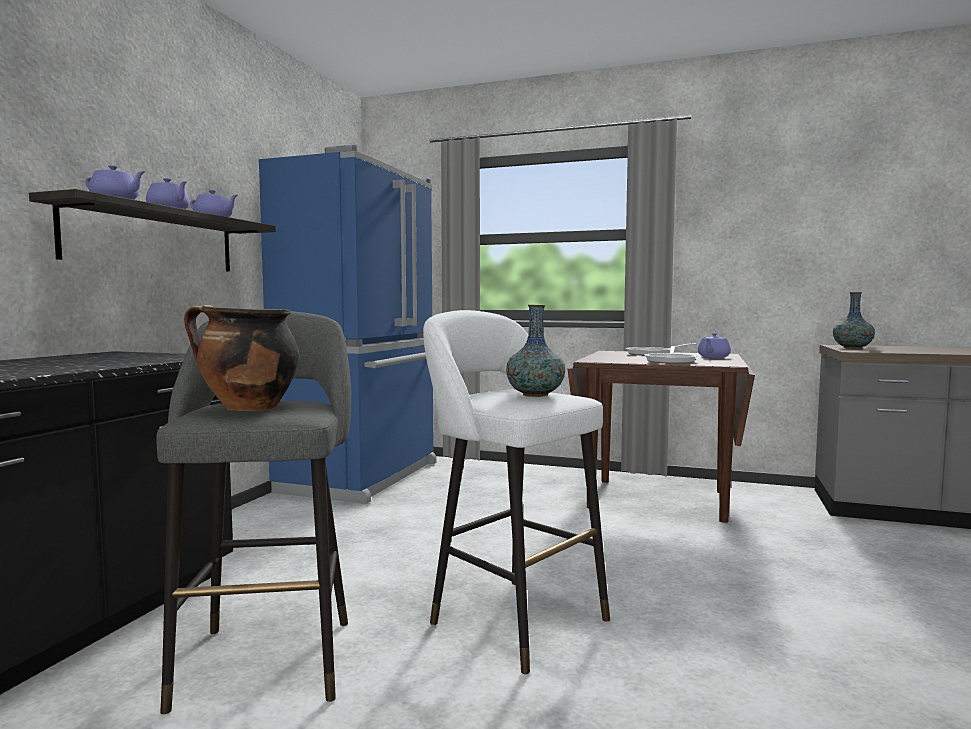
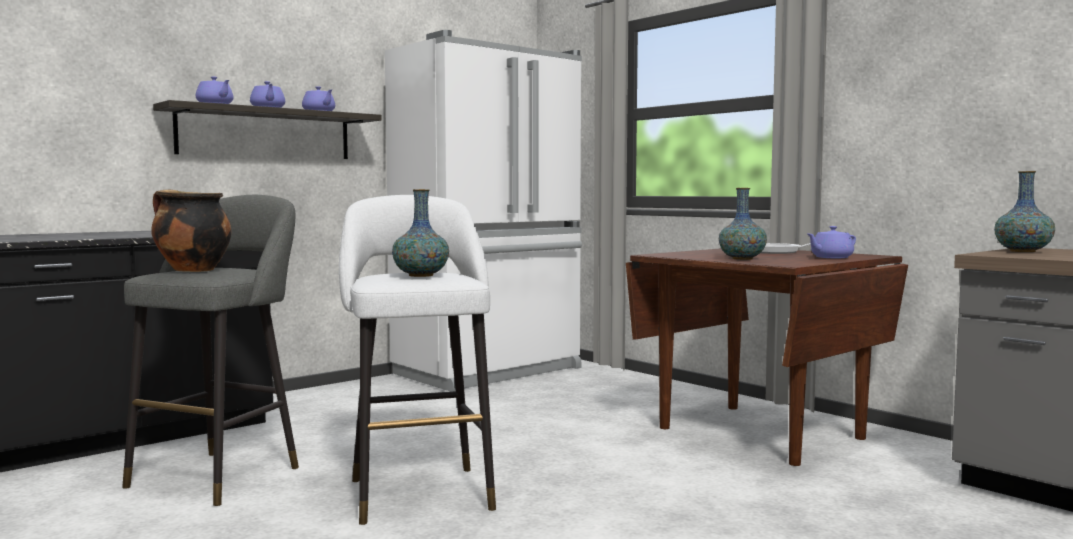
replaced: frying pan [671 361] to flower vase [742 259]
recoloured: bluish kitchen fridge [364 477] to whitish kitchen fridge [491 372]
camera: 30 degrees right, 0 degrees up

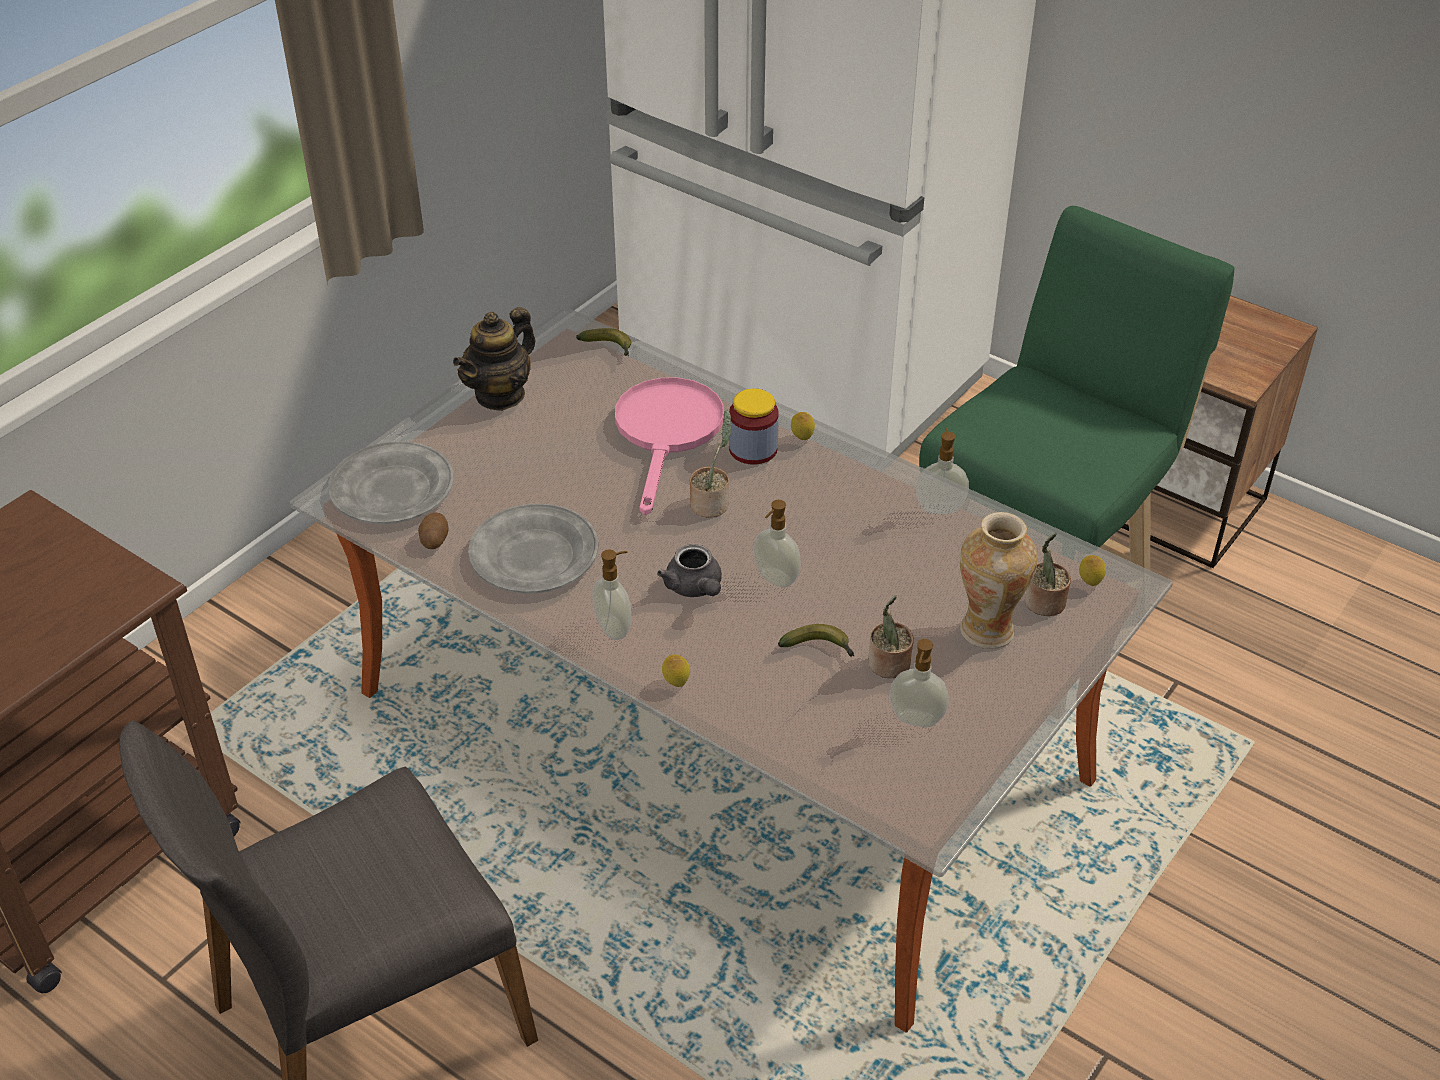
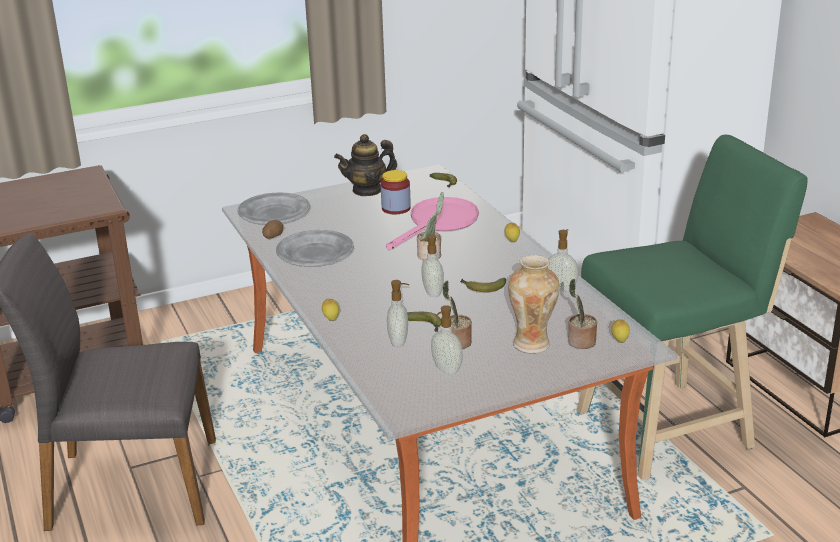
removed: greyish tea pot [695 588]
added: banana [482 288]
moved: soap dispenser [614 628] to [399 341]; jar [753 449] to [396 208]
camera: 30 degrees right, 15 degrees down

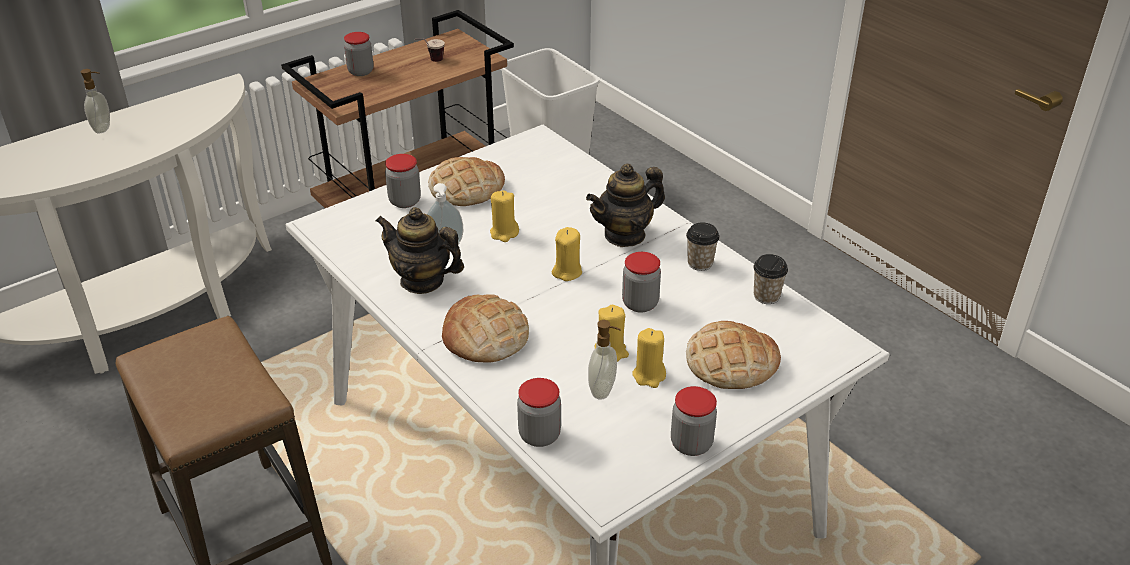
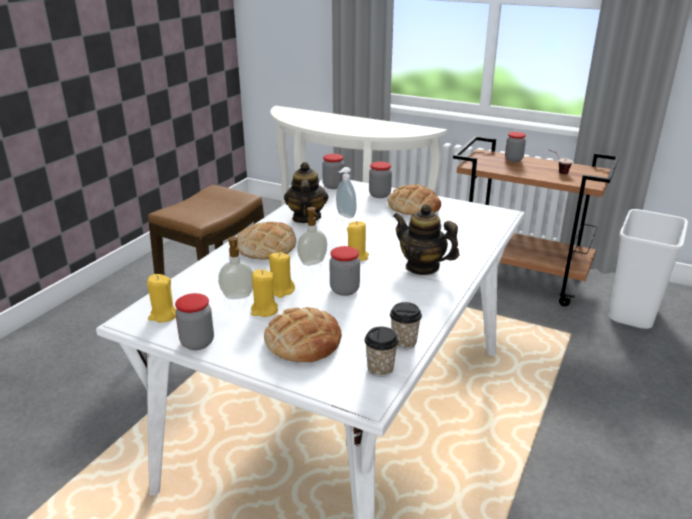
moved: soap dispenser [103 128] to [313 263]; yellow wax light [504 233] to [163 315]; jar [539 435] to [333 186]; cup [700 263] to [380 369]
camera: 65 degrees right, 10 degrees down

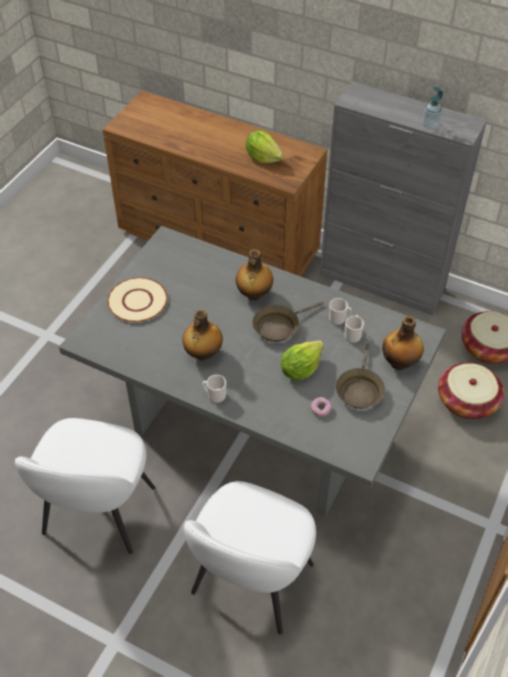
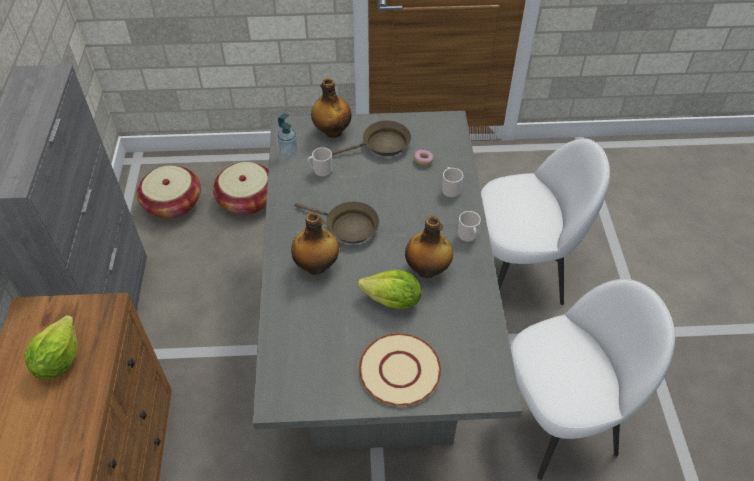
moved: lettuce [300 369] to [392 301]; mug [339 319] to [450 189]; soap dispenser [430 125] to [288 151]
camera: 120 degrees left, 0 degrees up

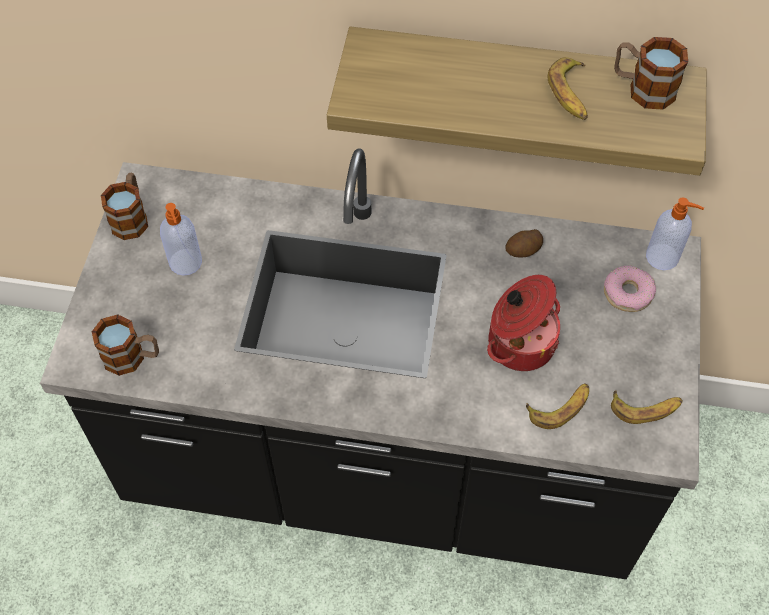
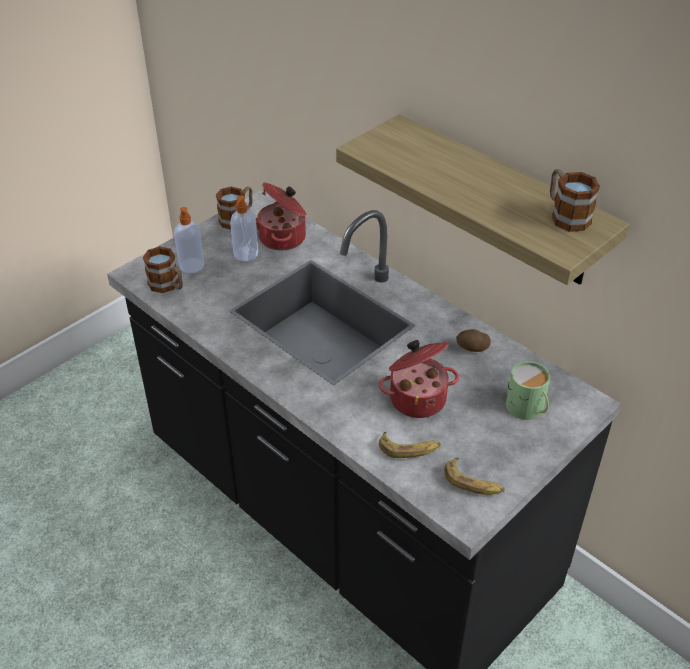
removed: banana [570 94]
added: saucepot [284 238]
moved: soap dispenser [663 257] to [192 266]
replaced: donut [627 293] to greenish mug [527 409]
camera: 35 degrees right, 15 degrees down

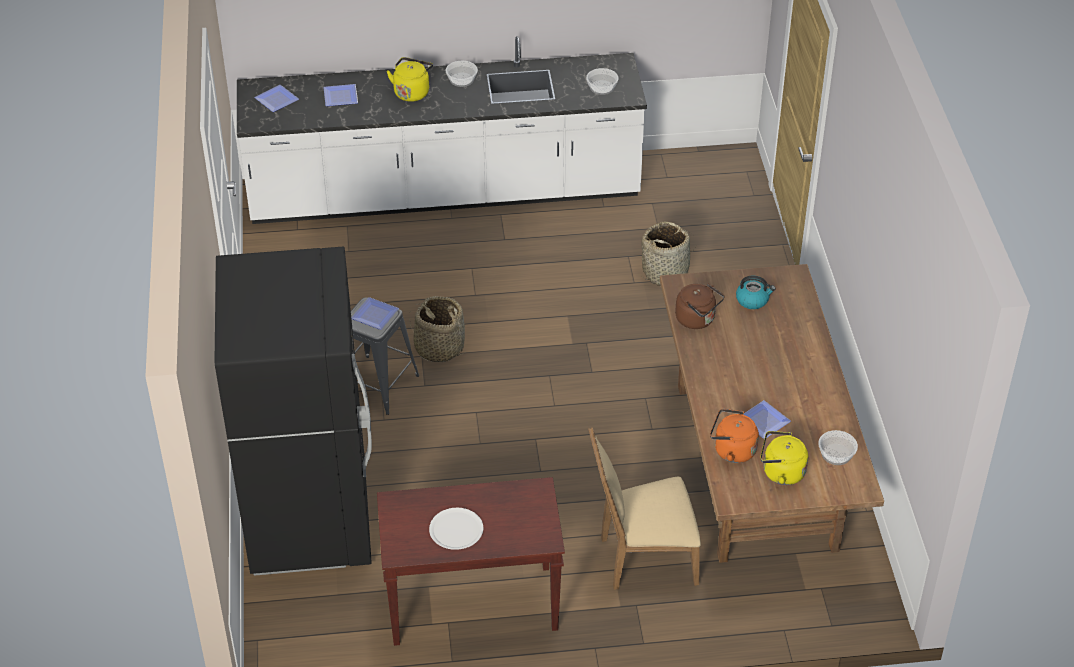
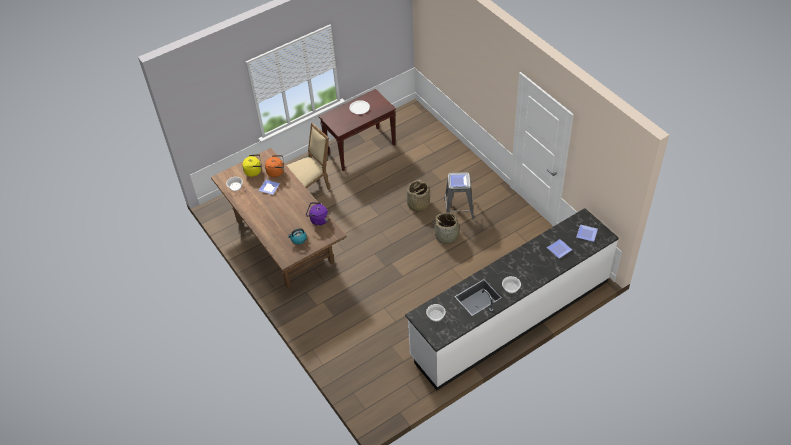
removed: blackish kitchen fridge [309 519]; yellow tea kettle [412 92]
moved: basket [665 272] to [418 204]
recoloured: brownish tea kettle [697 320] to purple tea kettle [318 220]
camera: 155 degrees right, 5 degrees up

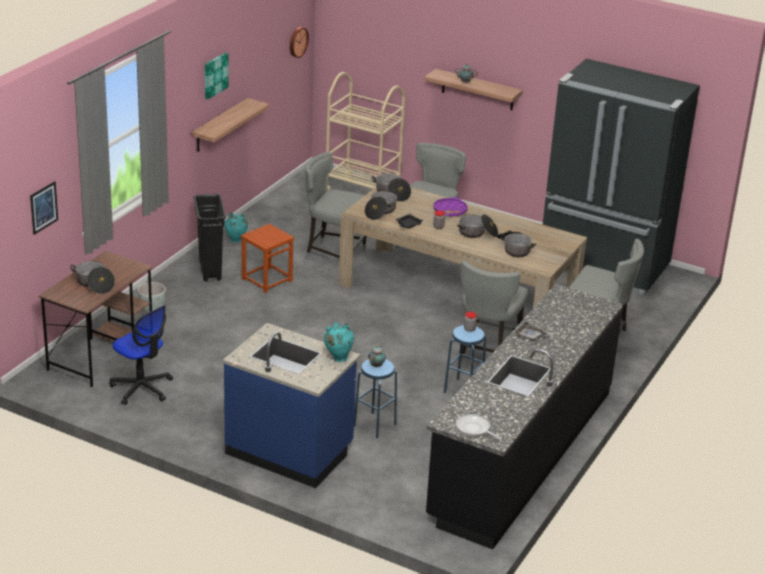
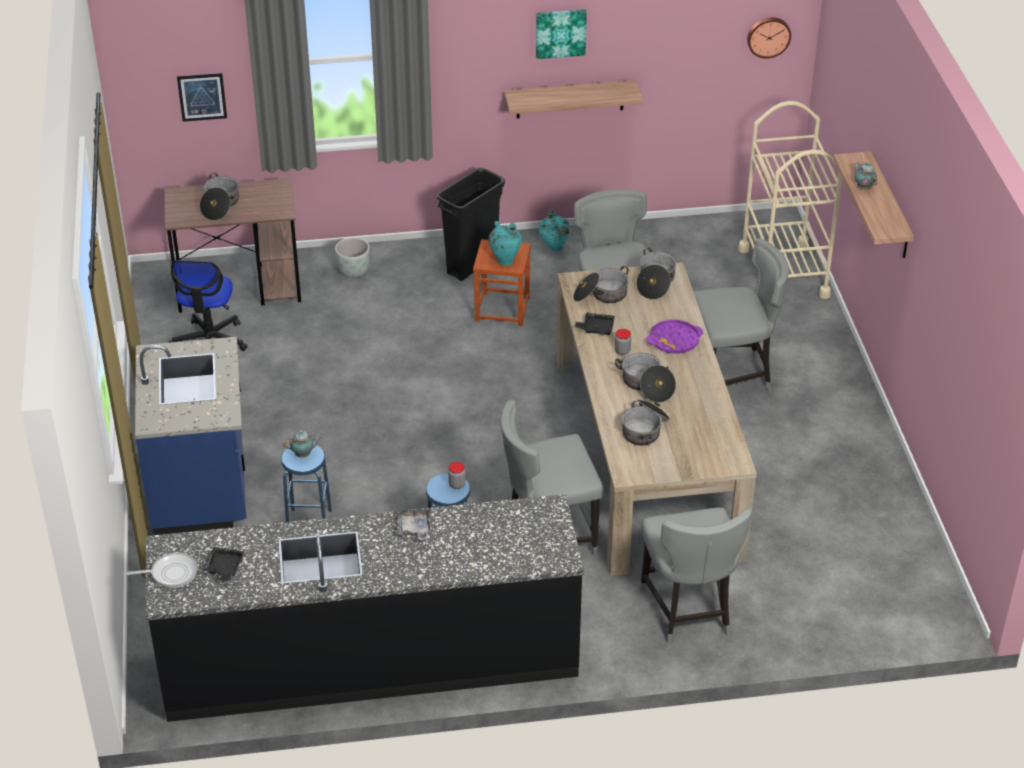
removed: blackish kitchen fridge [603 267]
added: blackish tray [224 568]
moved: blue-green flower vase [338 358] to [505 260]
turned: frying pan [474 429] = [171 573] 75 degrees clockwise
camera: 55 degrees right, 10 degrees up

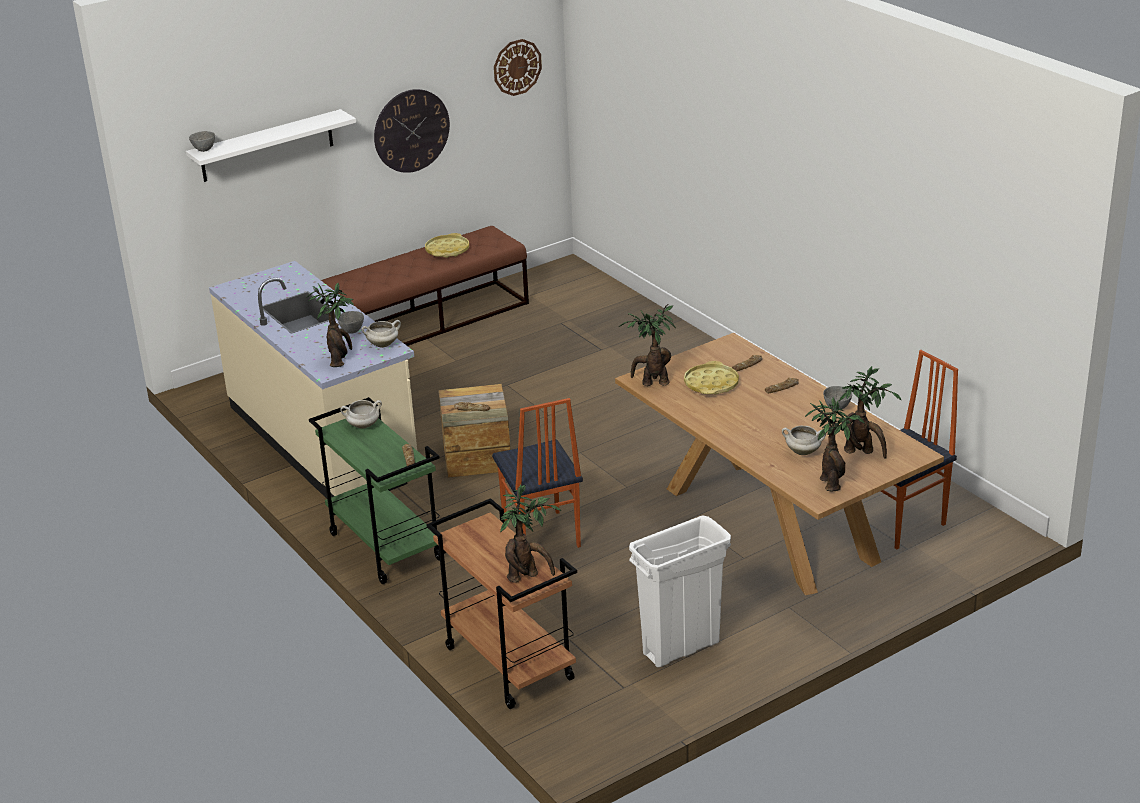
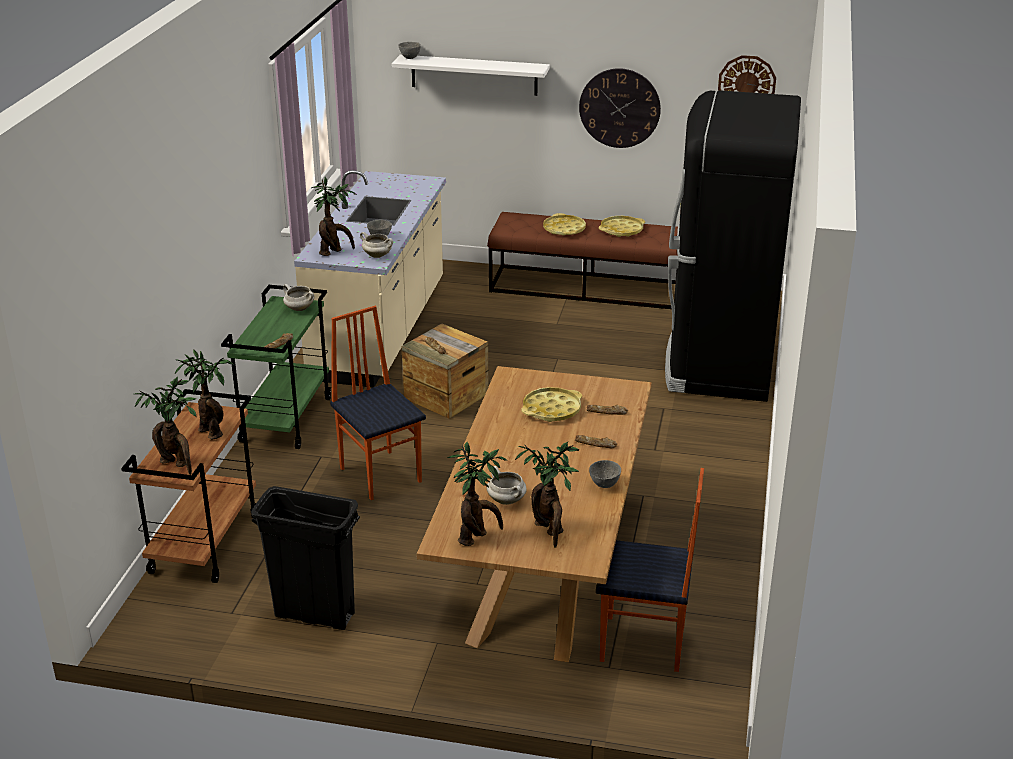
added: yellow tray [564 229]; blackish kitchen fridge [719 362]
moved: plant in a pot [652 382] to [210 431]
recoloured: whitish rubbish bin [681 647] to blackish rubbish bin [315 615]
turned: plain chair [540 536] = [381 474] 120 degrees clockwise
camera: 45 degrees right, 0 degrees up

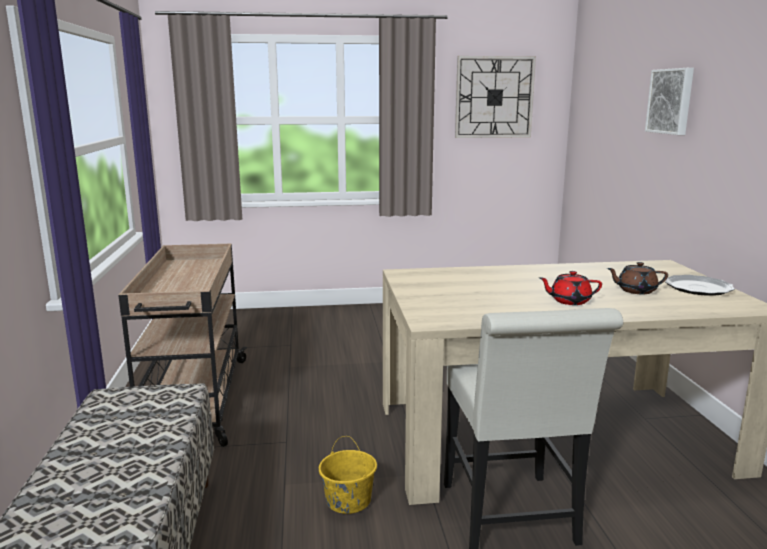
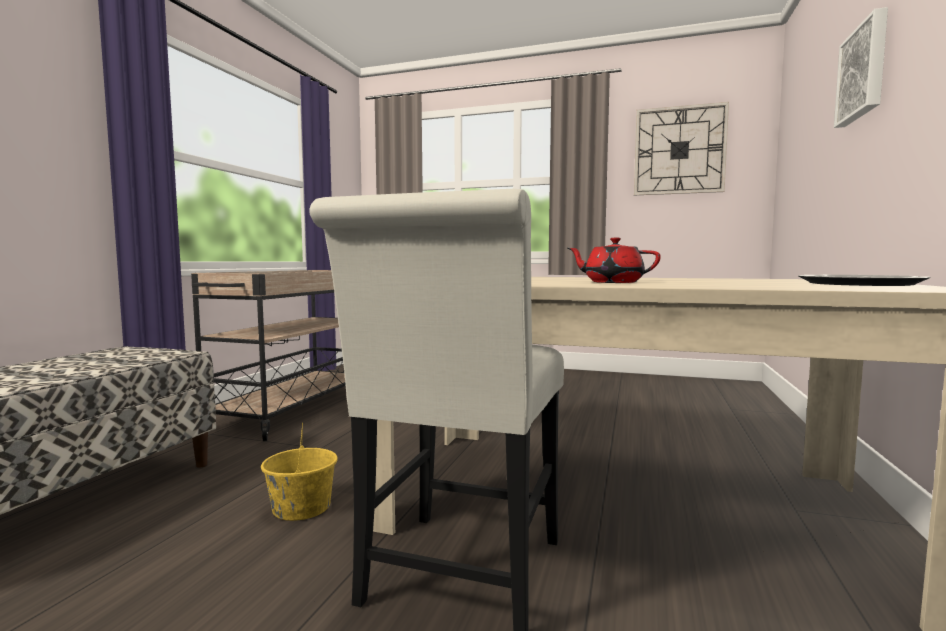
removed: brownish tea pot [635 290]
camera: 25 degrees right, 10 degrees down

